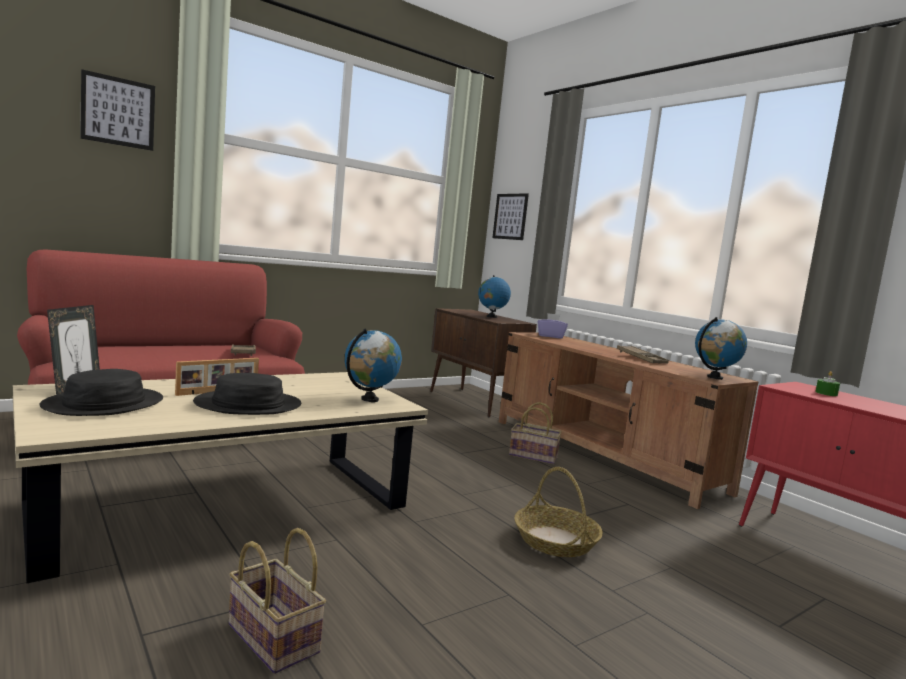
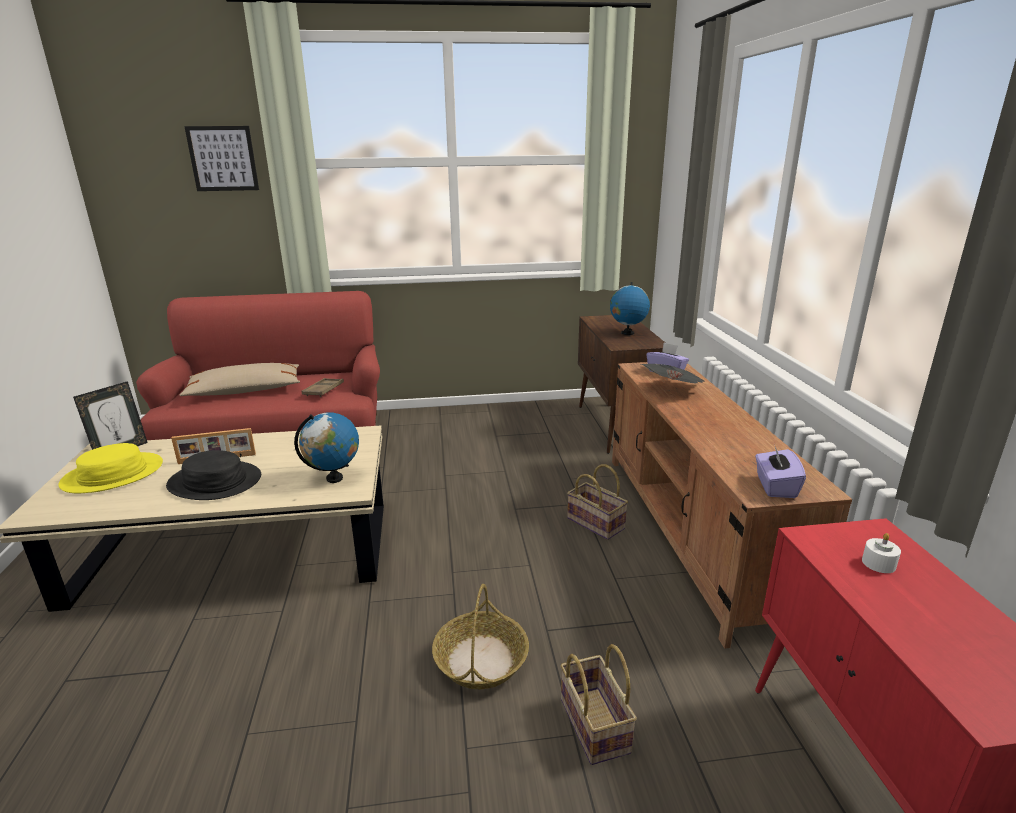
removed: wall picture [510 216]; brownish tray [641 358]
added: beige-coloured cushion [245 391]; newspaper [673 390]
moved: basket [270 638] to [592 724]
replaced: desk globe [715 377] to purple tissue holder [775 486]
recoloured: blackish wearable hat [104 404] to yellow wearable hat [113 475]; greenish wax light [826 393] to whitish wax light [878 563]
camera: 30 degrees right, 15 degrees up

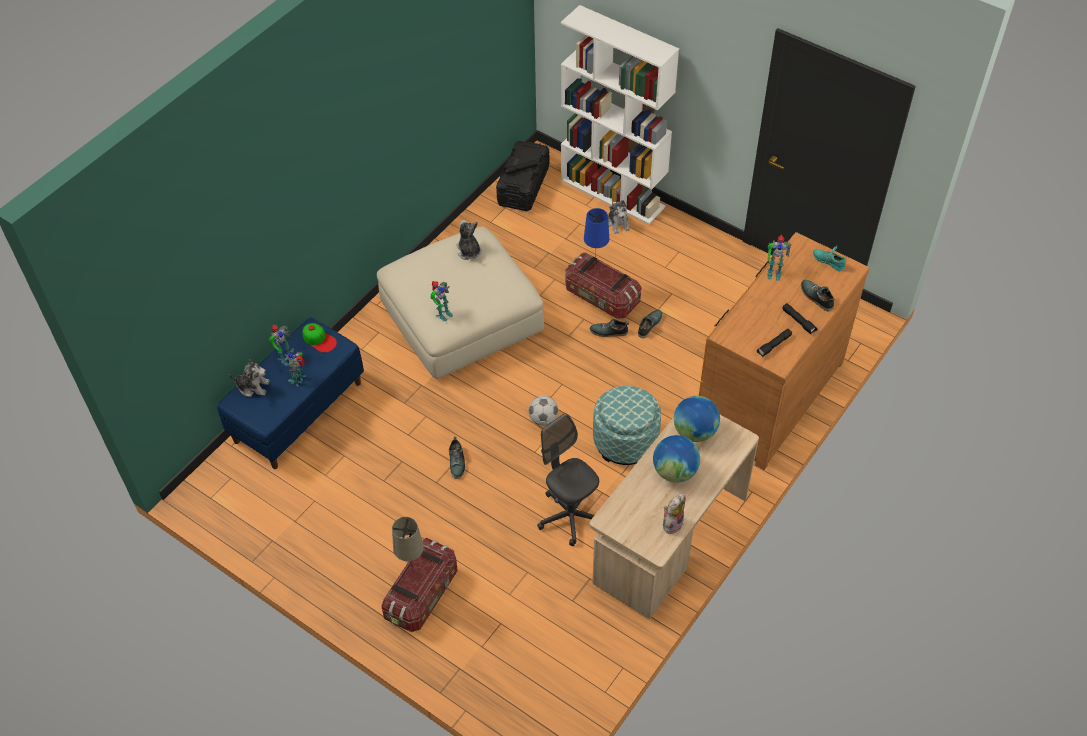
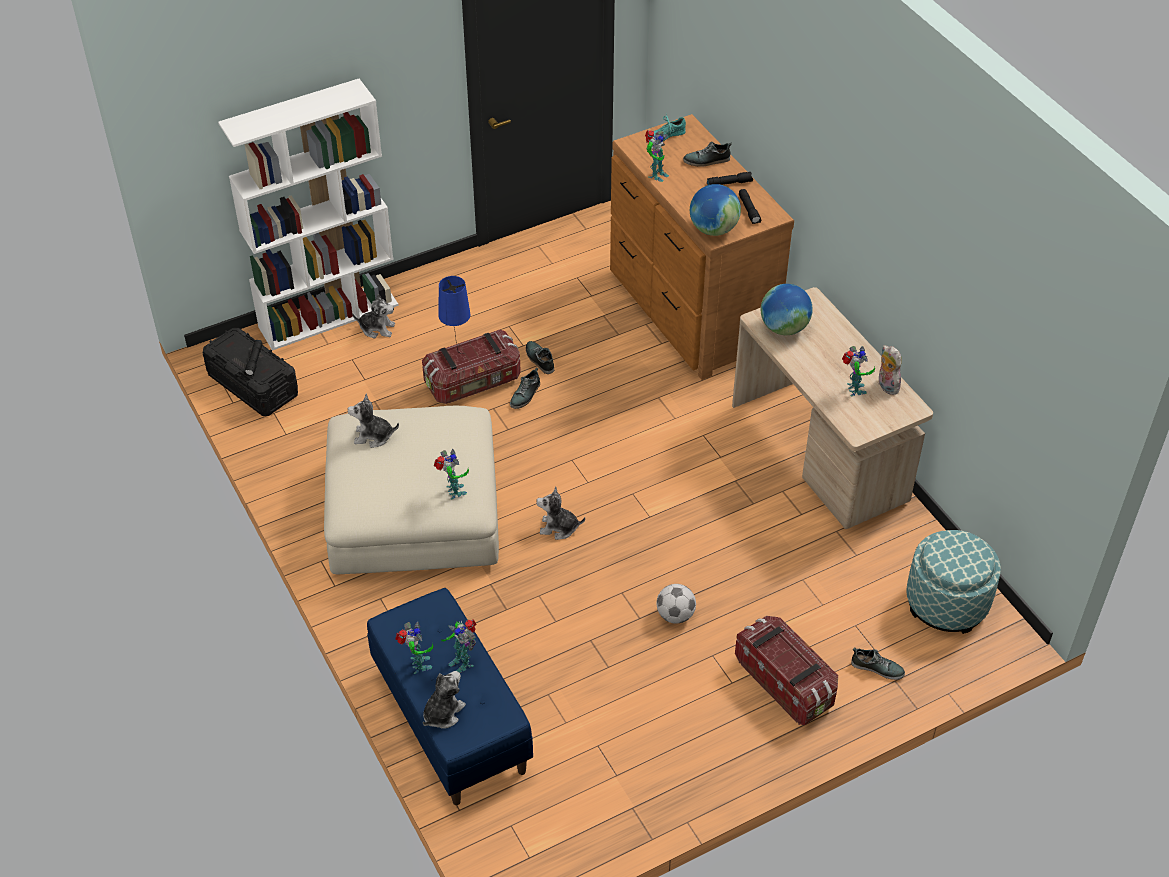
removed: peaked cap [319 339]; beige-coloured tabletop lamp [413 574]; greyish office chair [569 516]
added: soft toy [558 528]; robot figure [854 390]
moved: low shoe [457 462] to [877 668]; football [543 419] to [675 615]; pouffe [625 441] to [947 602]; desk globe [675 471] to [713 229]
camera: 65 degrees left, 5 degrees down

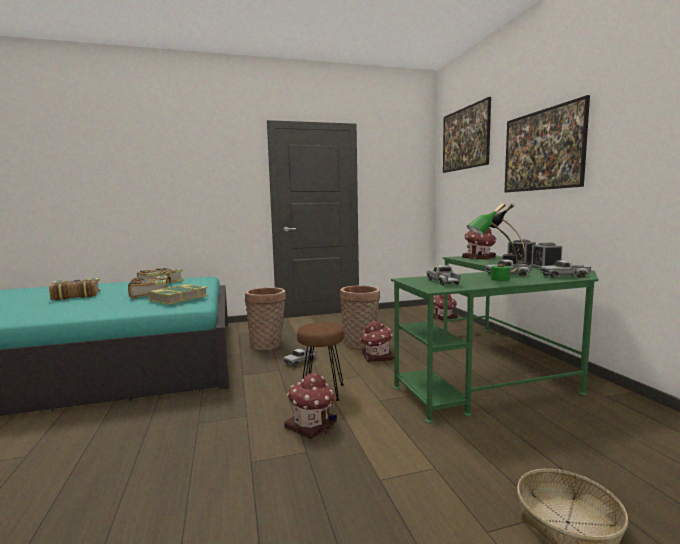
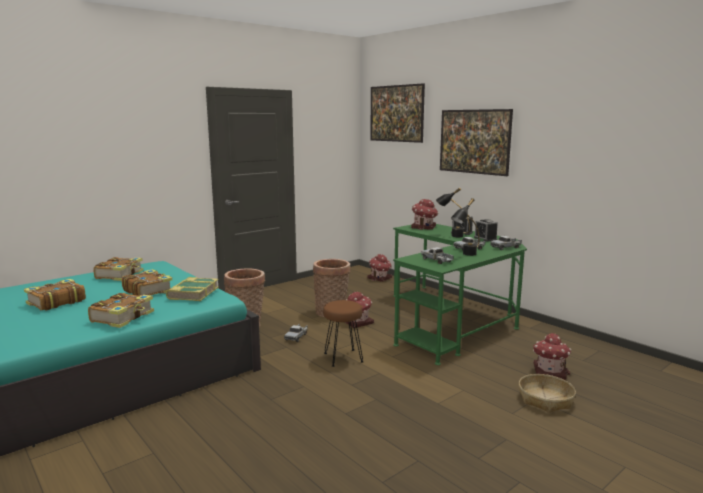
added: book [123 317]
moved: toy house [311 424] to [549 371]
recoloured: greenish tabletop lamp [492 280] to blackish tabletop lamp [465 255]
camera: 25 degrees left, 5 degrees up

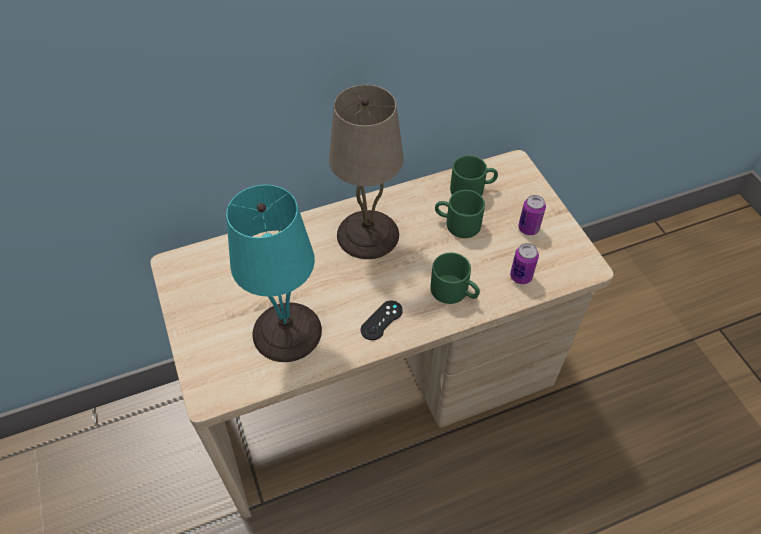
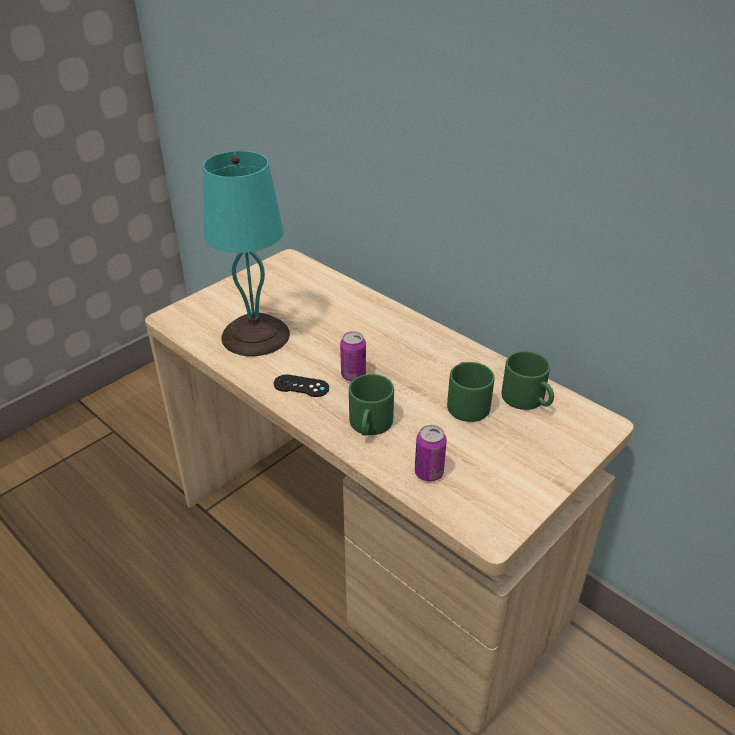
removed: beige-coloured tabletop lamp [367 235]
moved: can [528 228] to [353 375]
camera: 65 degrees right, 15 degrees down

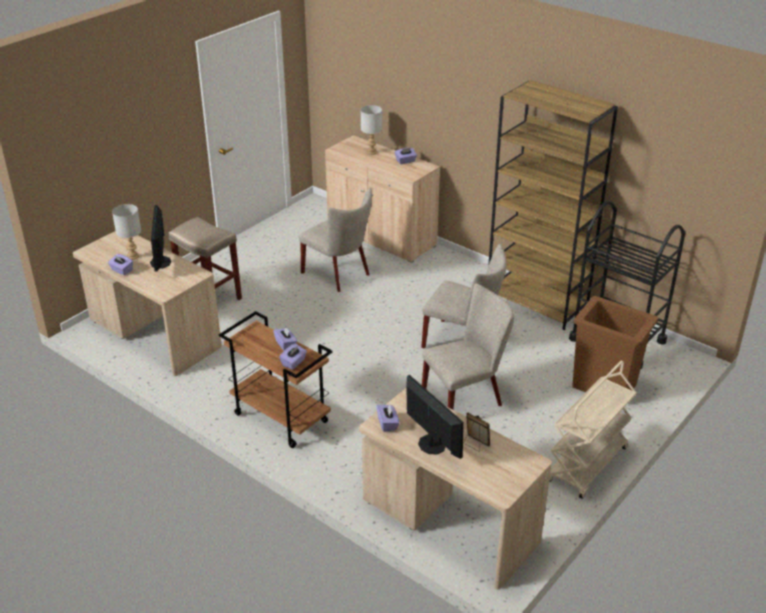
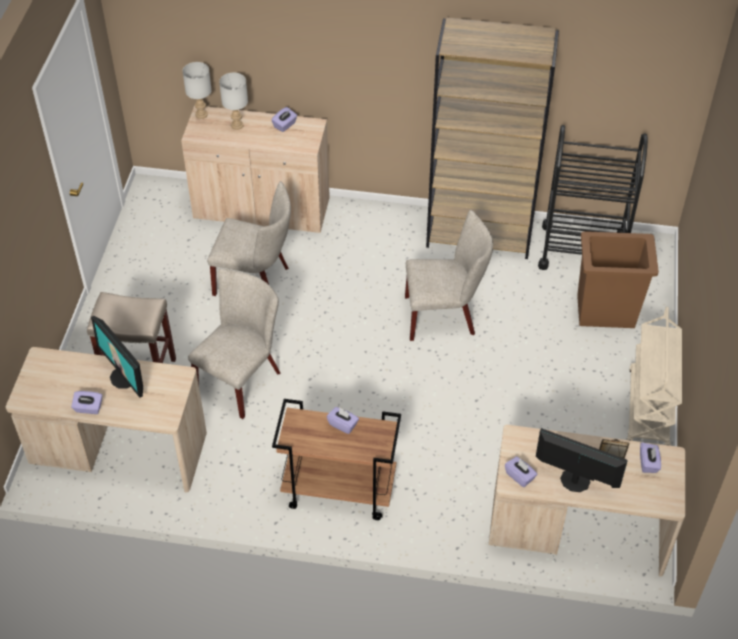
moved: greyish tabletop lamp [133 256] to [202 114]; purple tissue holder [293 363] to [648 463]; beige-coloured plain chair [466 398] to [242 378]
camera: 30 degrees left, 15 degrees up

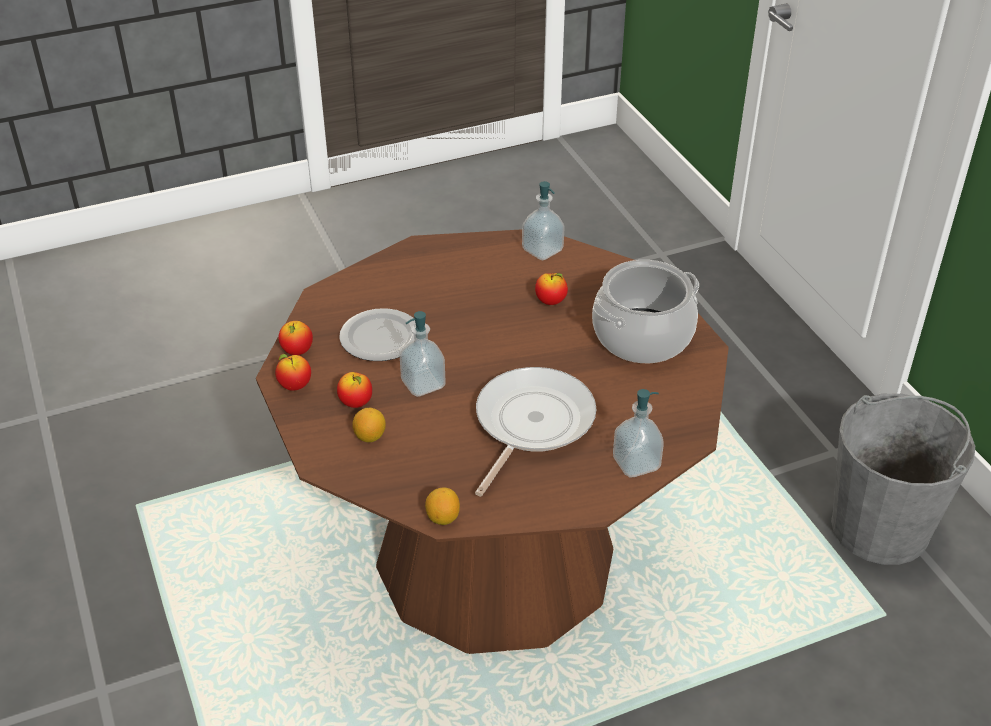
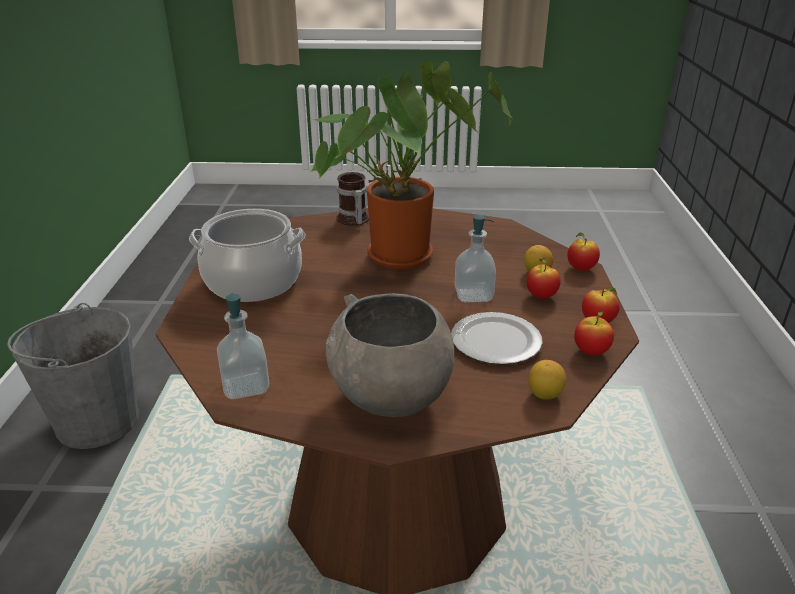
added: greyish deep dish [390 398]
moved: lemon [443 518] to [544 394]; whole apple [551 301] to [581 268]
replaced: frying pan [531 424] to plant in a pot [403 252]; soap dispenser [636 463] to mug [352 220]
camera: 155 degrees left, 10 degrees down

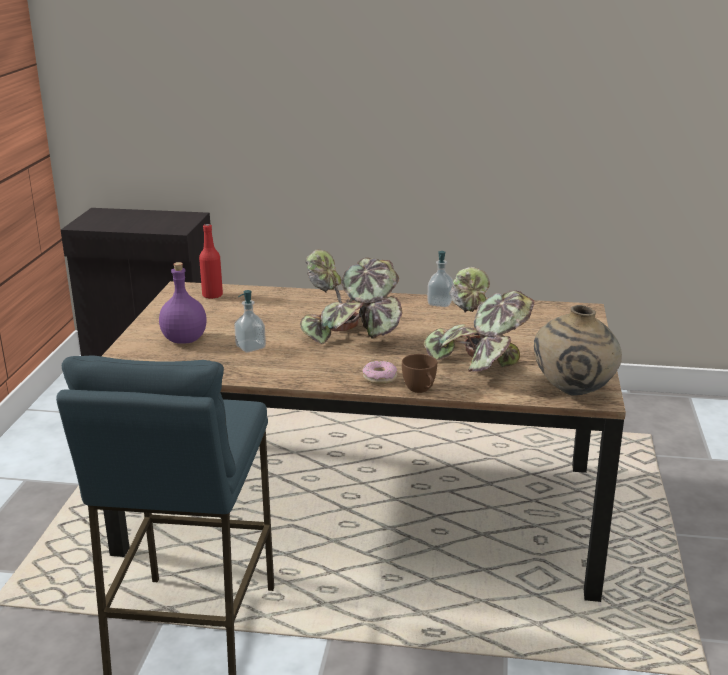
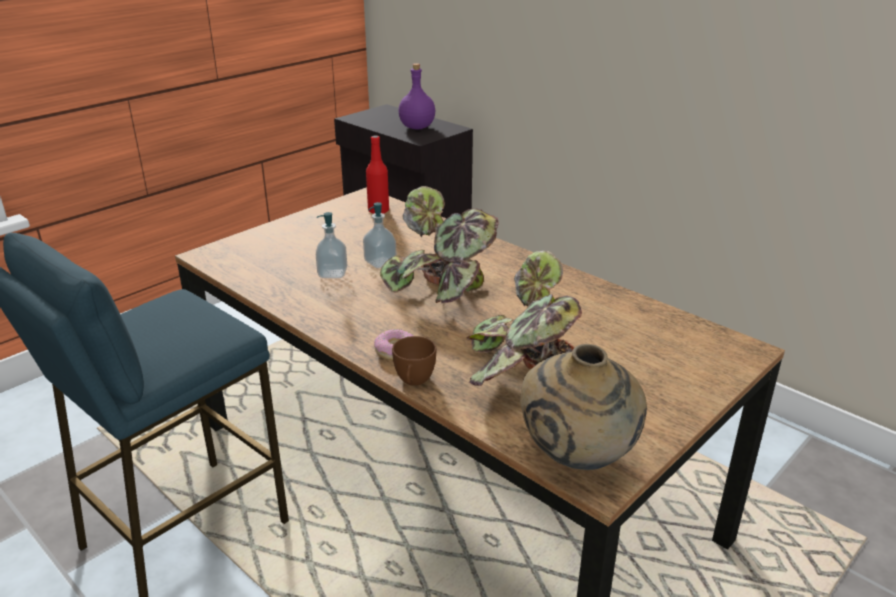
moved: purple drink bottle [185 340] to [417 127]; soap dispenser [440 303] to [380 262]
camera: 35 degrees right, 5 degrees up

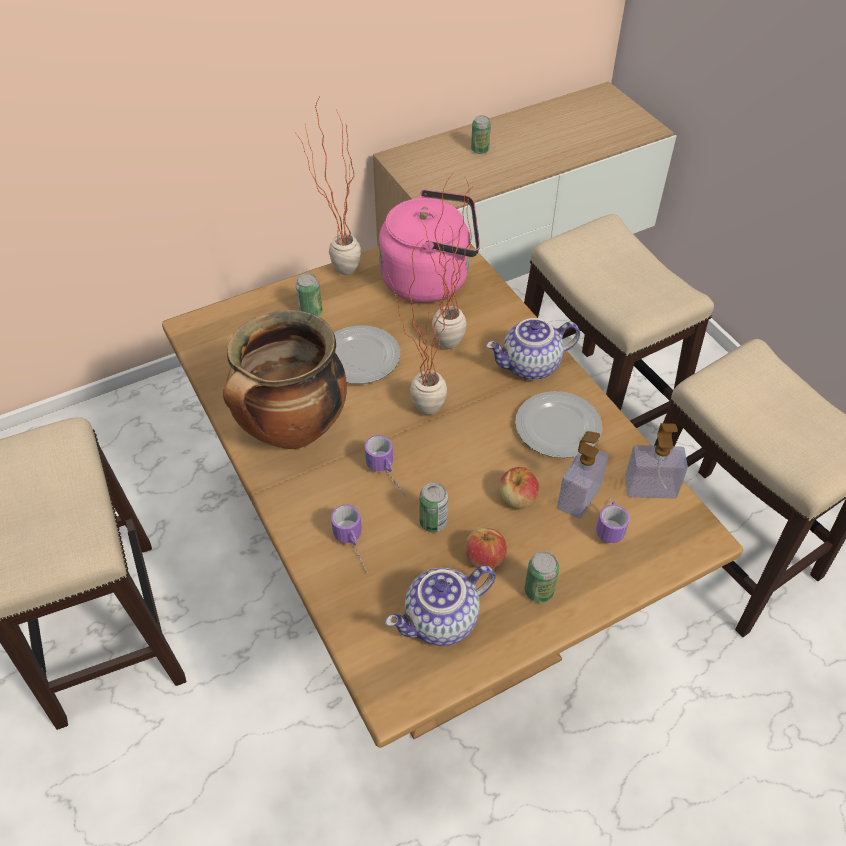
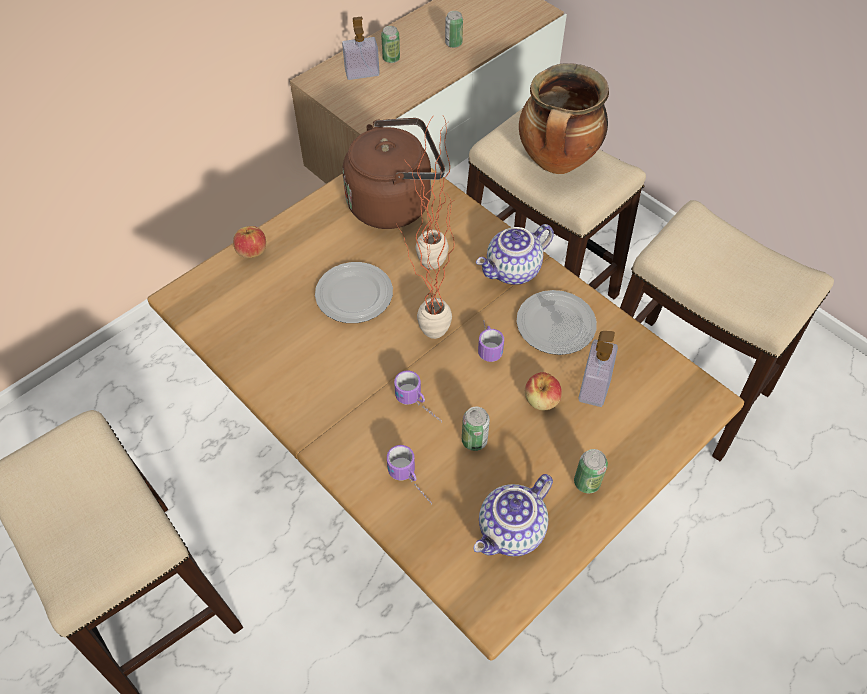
removed: plant in a pot [336 271]
moved: saucepot [293 431] to [557 162]; can [311 312] to [453 43]; whole apple [484 558] to [251 251]; mug [609 522] to [488 344]; soap dispenser [650 487] to [362 73]
recoloured: pinkish tea kettle [431 279] to brownish tea kettle [394 202]
camera: 15 degrees left, 5 degrees up

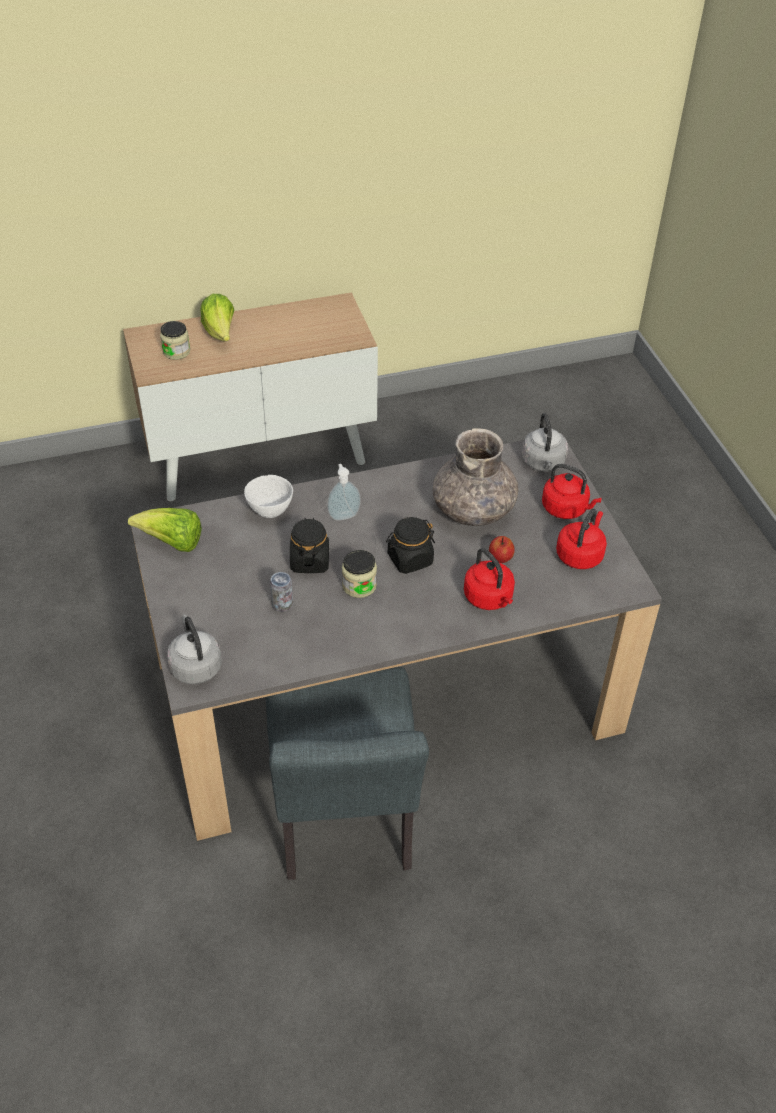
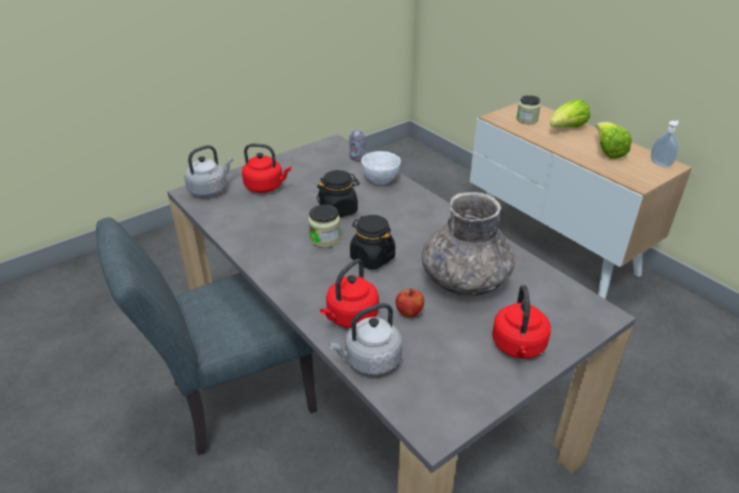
moved: lettuce [172 543] to [607 151]; can [282 604] to [357 157]; soap dispenser [343 515] to [660 164]; greyish tea kettle [543 463] to [370 361]; red-coloured tea kettle [580 554] to [266 187]
camera: 70 degrees right, 10 degrees down

